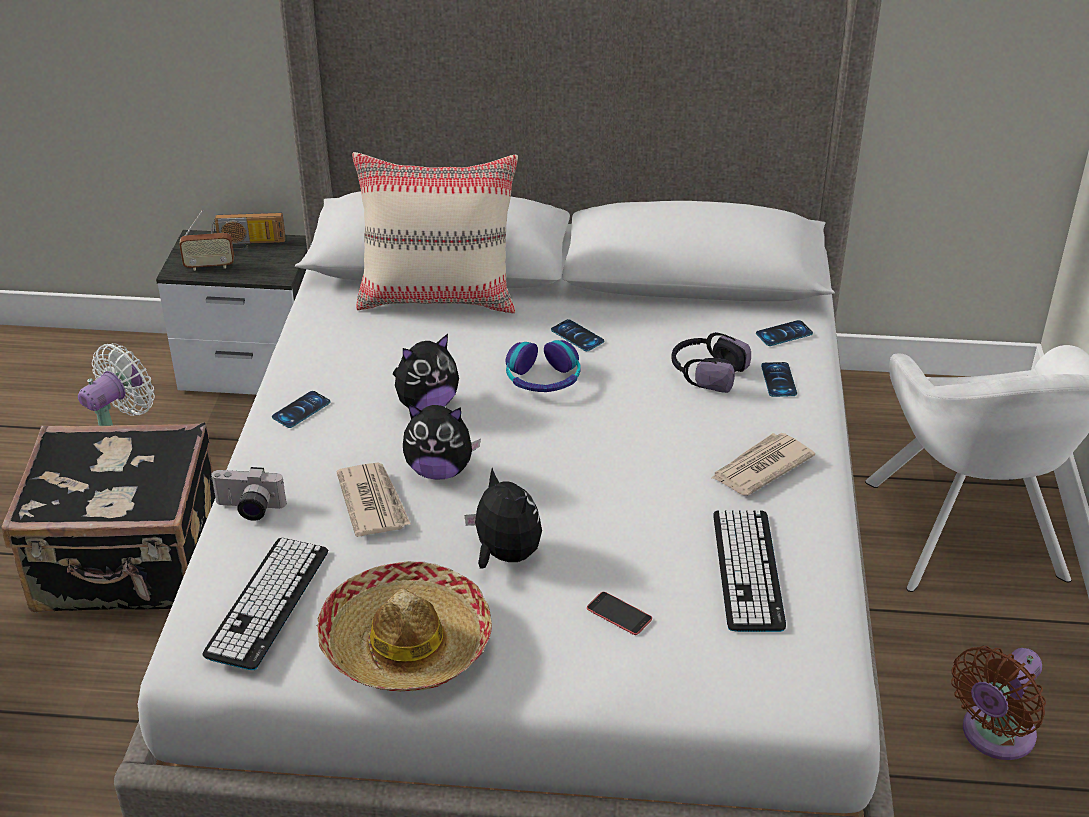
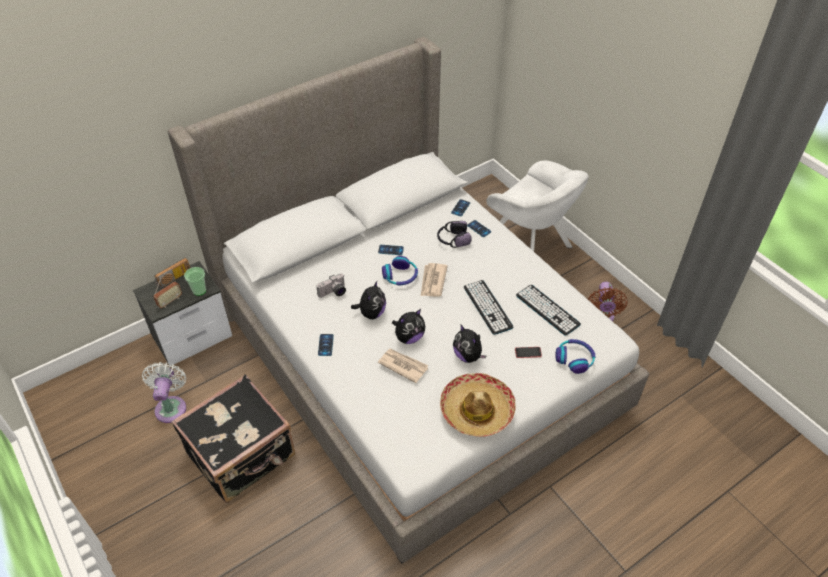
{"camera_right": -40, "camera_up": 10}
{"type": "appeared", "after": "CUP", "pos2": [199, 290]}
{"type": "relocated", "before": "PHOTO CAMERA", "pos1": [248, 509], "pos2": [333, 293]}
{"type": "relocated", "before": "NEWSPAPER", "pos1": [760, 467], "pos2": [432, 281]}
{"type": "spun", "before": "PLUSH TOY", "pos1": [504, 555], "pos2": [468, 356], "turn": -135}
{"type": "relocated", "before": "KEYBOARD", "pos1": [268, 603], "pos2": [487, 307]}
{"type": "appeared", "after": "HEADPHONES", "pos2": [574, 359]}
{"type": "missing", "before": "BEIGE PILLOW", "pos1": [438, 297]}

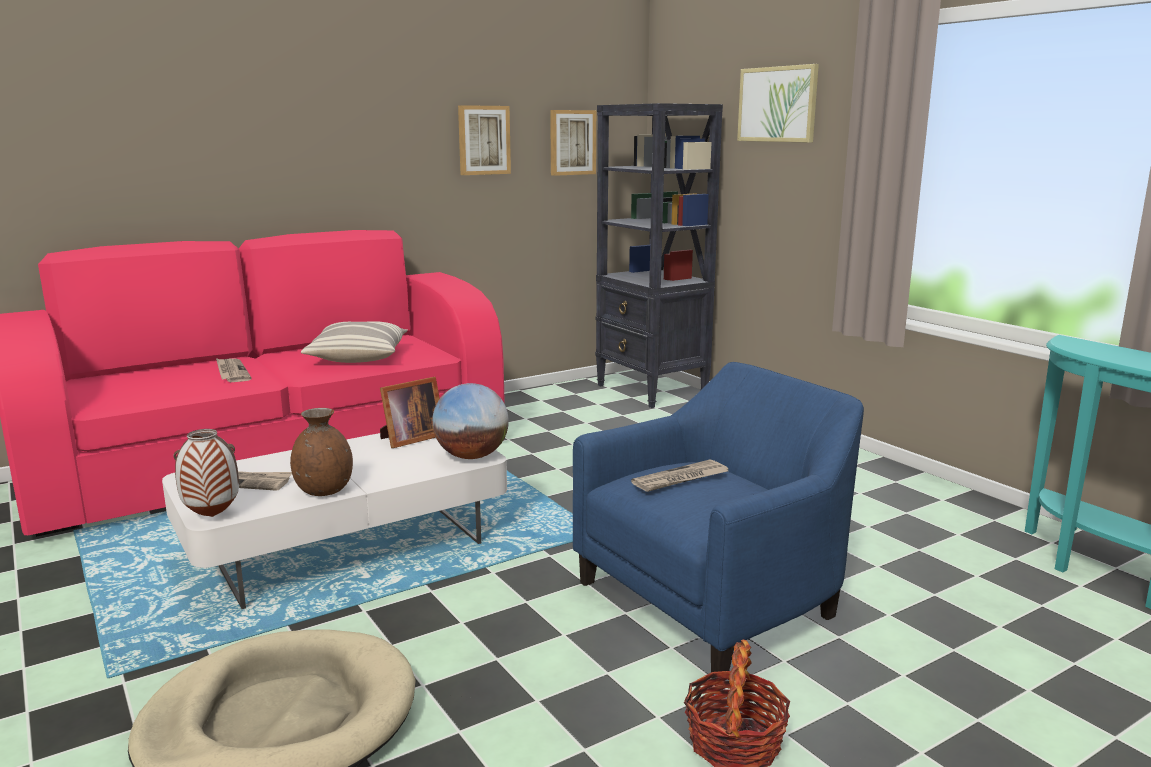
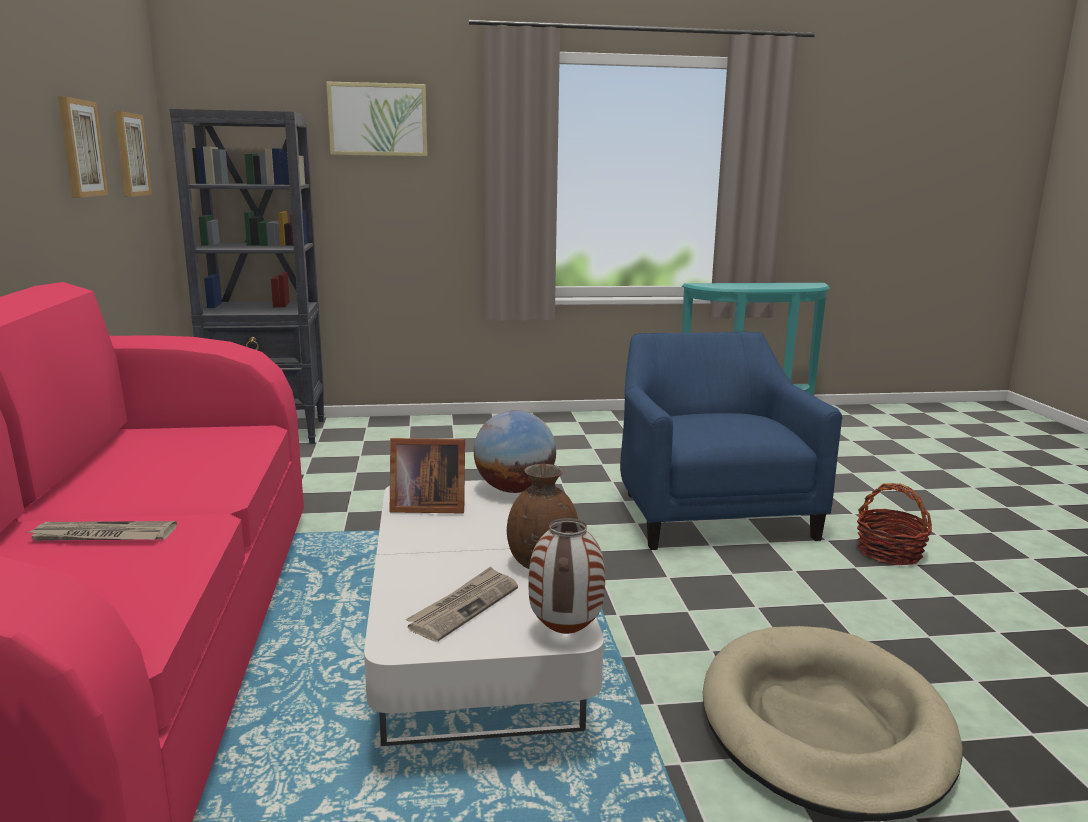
{"camera_right": -65, "camera_up": 0}
{"type": "spun", "before": "PICTURE FRAME", "pos1": [410, 439], "pos2": [425, 506], "turn": 105}
{"type": "missing", "before": "PILLOW", "pos1": [358, 357]}
{"type": "missing", "before": "NEWSPAPER", "pos1": [680, 479]}

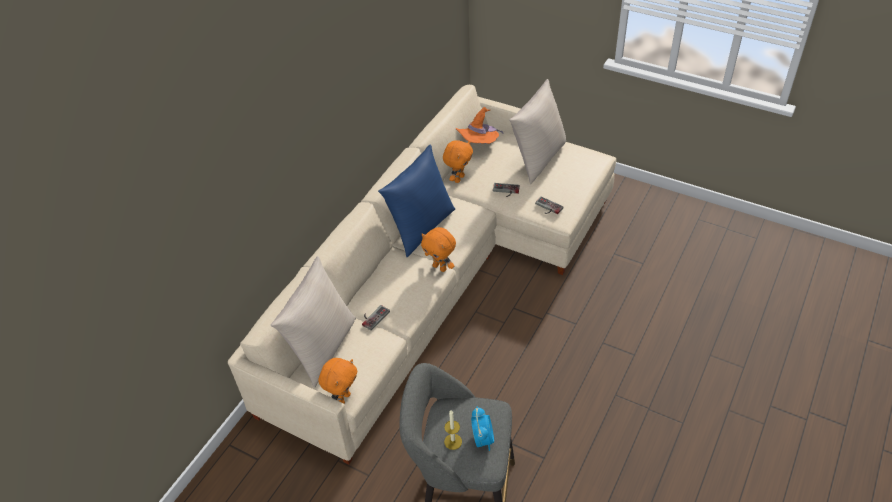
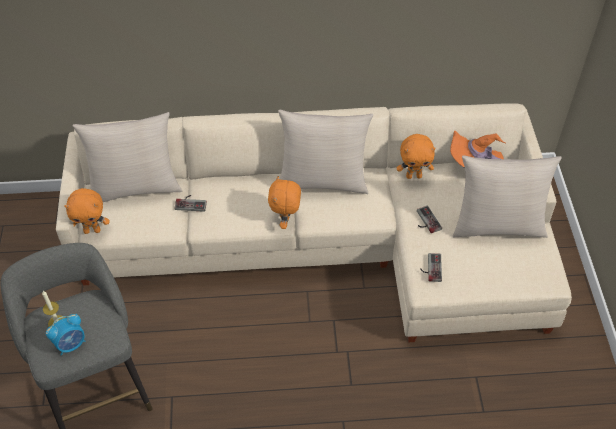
{"camera_right": 55, "camera_up": 5}
{"type": "colour", "before": "BLUE PILLOW", "after": "BEIGE PILLOW", "pos1": [421, 228], "pos2": [323, 181]}

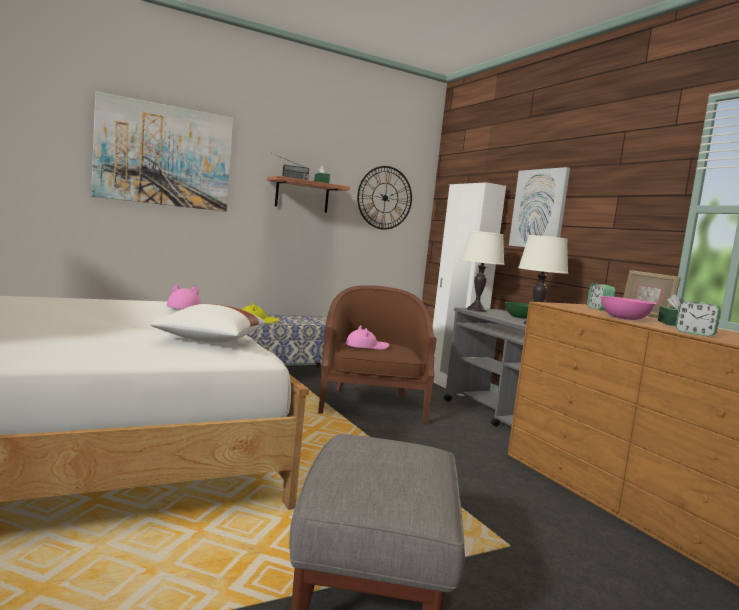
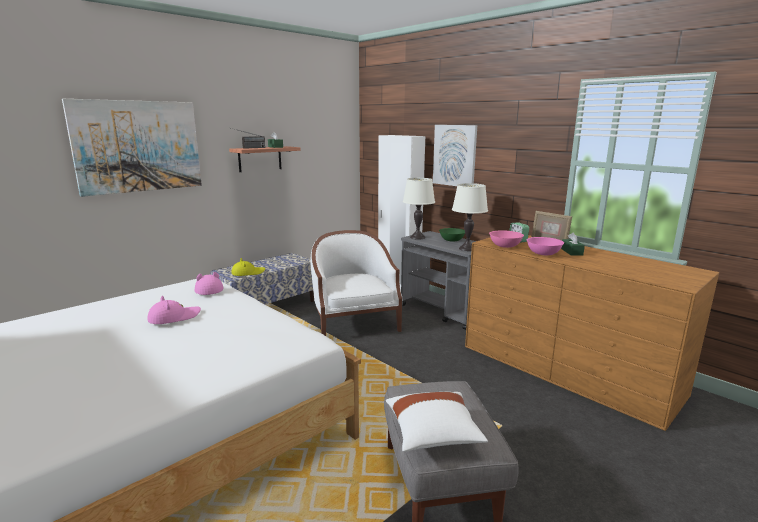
{"camera_right": -15, "camera_up": 10}
{"type": "relocated", "before": "PINK HAT", "pos1": [366, 346], "pos2": [174, 317]}
{"type": "colour", "before": "BROWN ARMCHAIR", "after": "WHITE ARMCHAIR", "pos1": [371, 405], "pos2": [354, 323]}
{"type": "relocated", "before": "WHITE PILLOW", "pos1": [209, 341], "pos2": [433, 434]}
{"type": "appeared", "after": "PINK BOWL", "pos2": [505, 246]}
{"type": "missing", "before": "WALL CLOCK", "pos1": [385, 198]}
{"type": "missing", "before": "ALARM CLOCK", "pos1": [695, 333]}

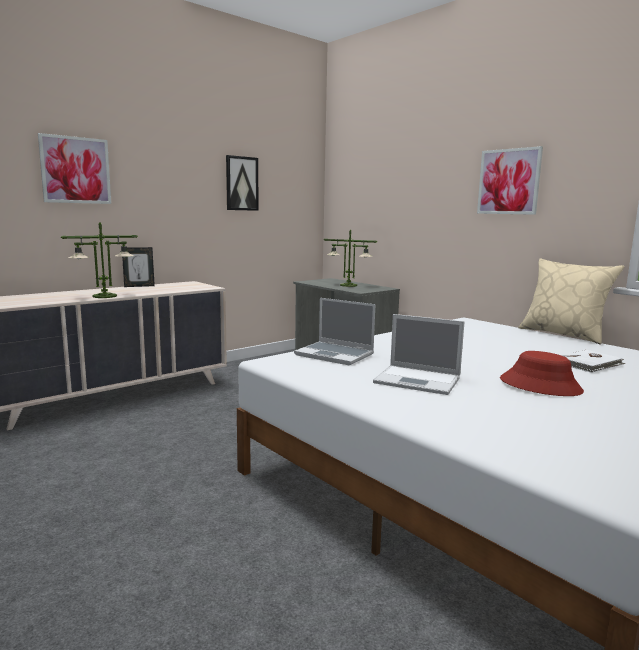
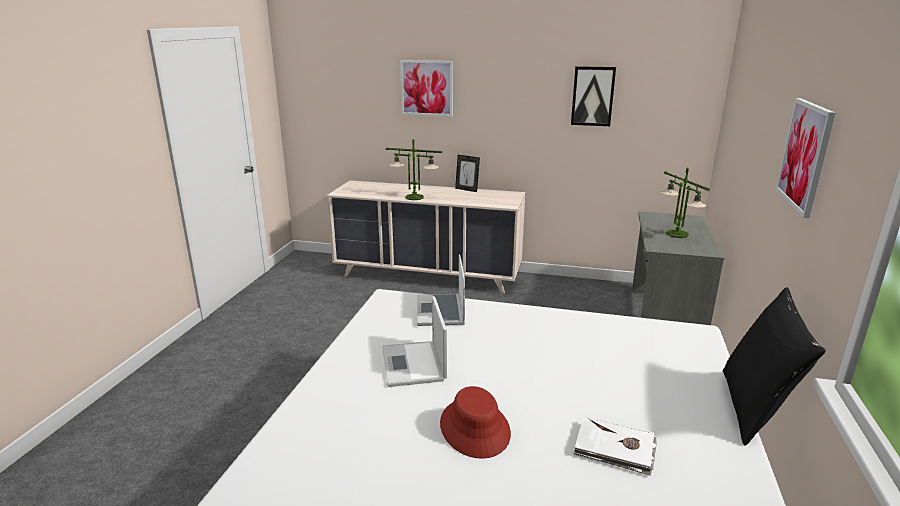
{"camera_right": 55, "camera_up": 10}
{"type": "colour", "before": "BEIGE PILLOW", "after": "BLACK PILLOW", "pos1": [563, 334], "pos2": [755, 408]}

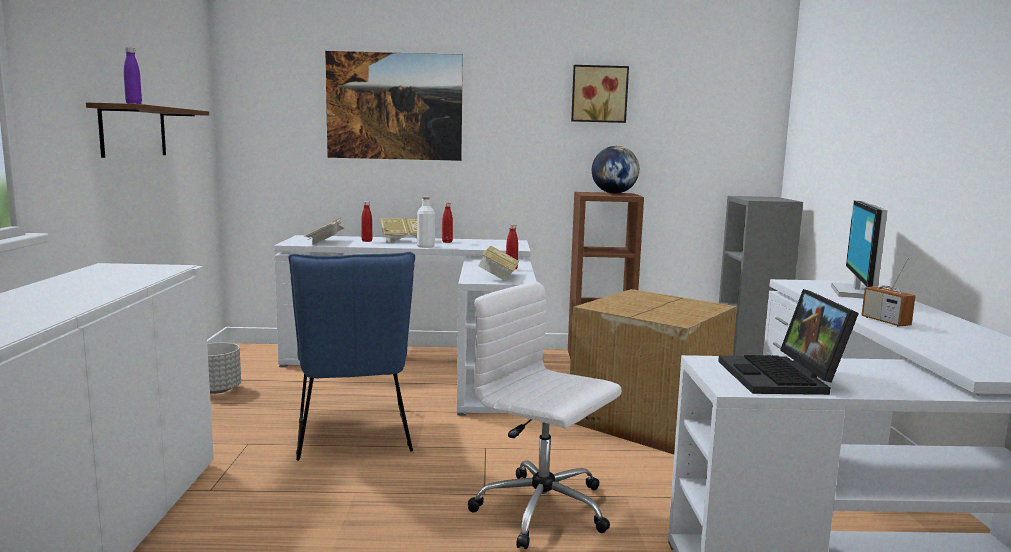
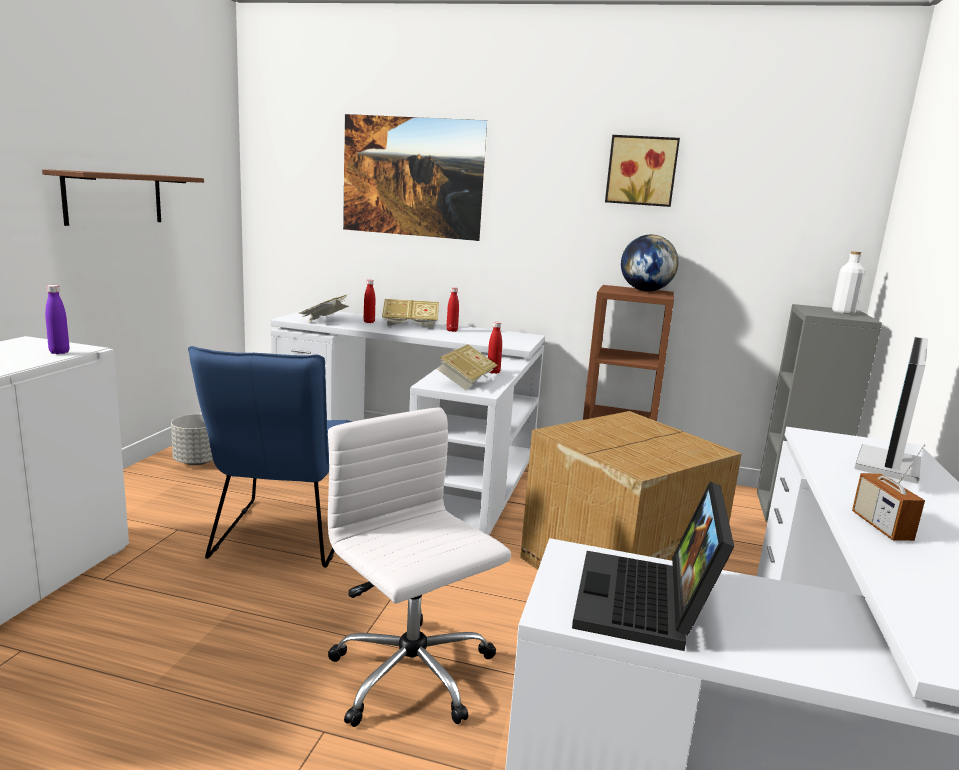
{"camera_right": 15, "camera_up": 5}
{"type": "relocated", "before": "PURPLE BOTTLE", "pos1": [134, 104], "pos2": [59, 352]}
{"type": "relocated", "before": "WHITE BOTTLE", "pos1": [425, 246], "pos2": [843, 312]}

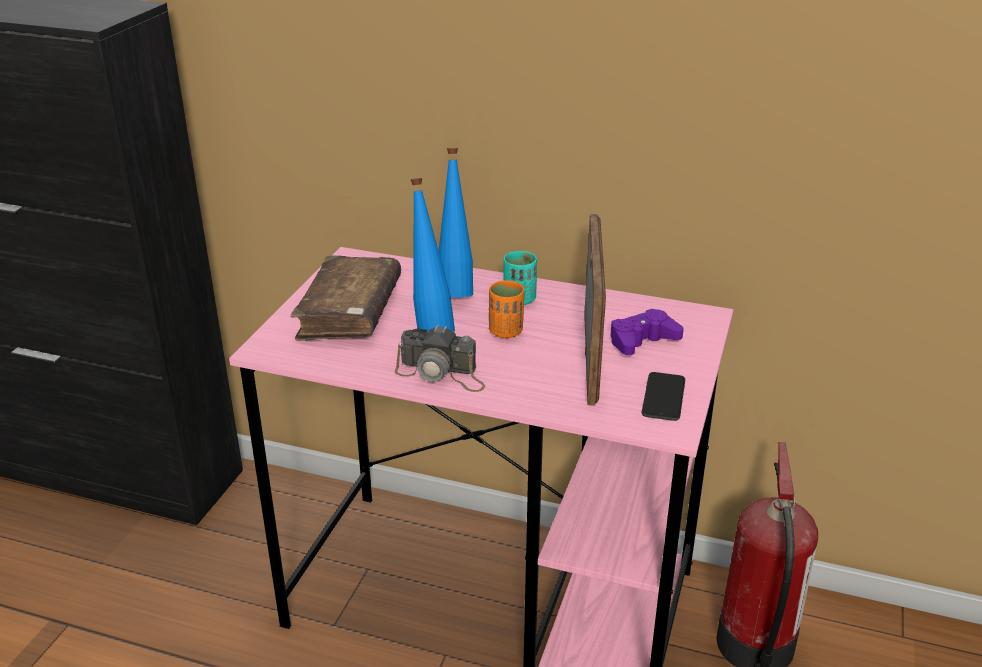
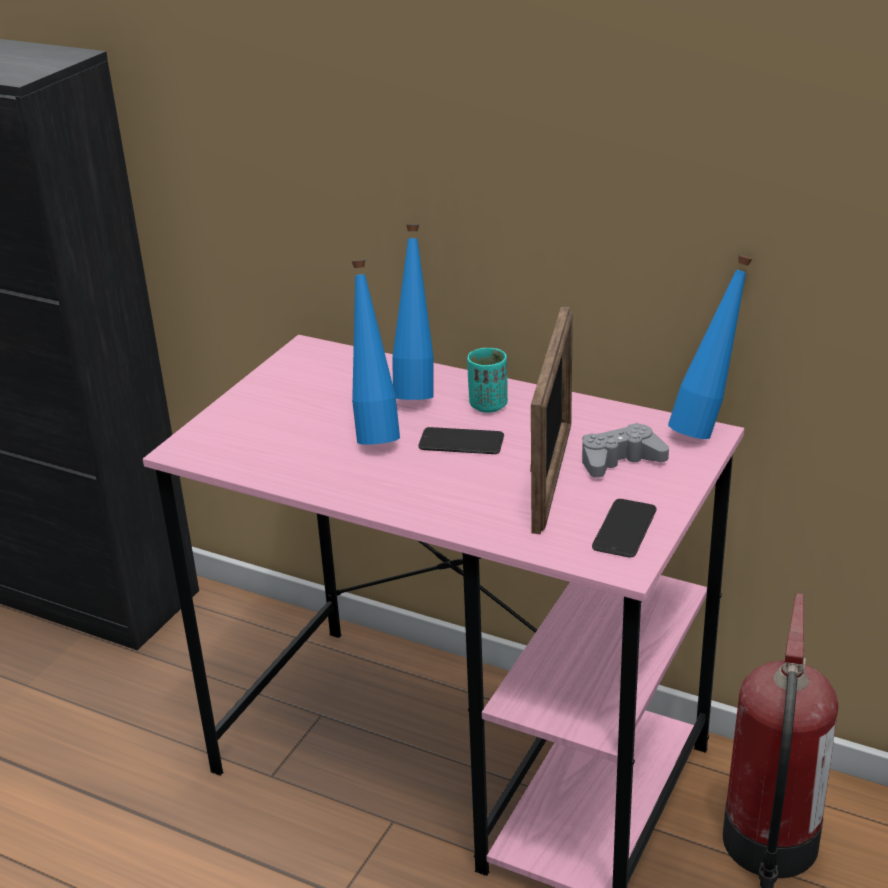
{"camera_right": 10, "camera_up": 0}
{"type": "exchanged", "before": "ORANGE CUP", "after": "PHONE", "pos1": [506, 331], "pos2": [461, 442]}
{"type": "colour", "before": "PURPLE GAME CONTROLLER", "after": "GREY GAME CONTROLLER", "pos1": [642, 340], "pos2": [620, 460]}
{"type": "appeared", "after": "BLUE BOTTLE", "pos2": [706, 428]}
{"type": "missing", "before": "BROWN BOOK", "pos1": [350, 312]}
{"type": "missing", "before": "PHOTO CAMERA", "pos1": [442, 373]}

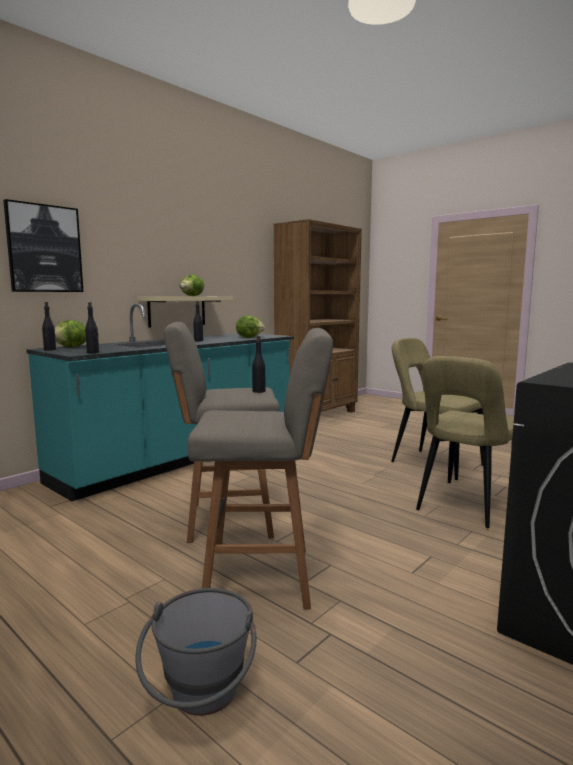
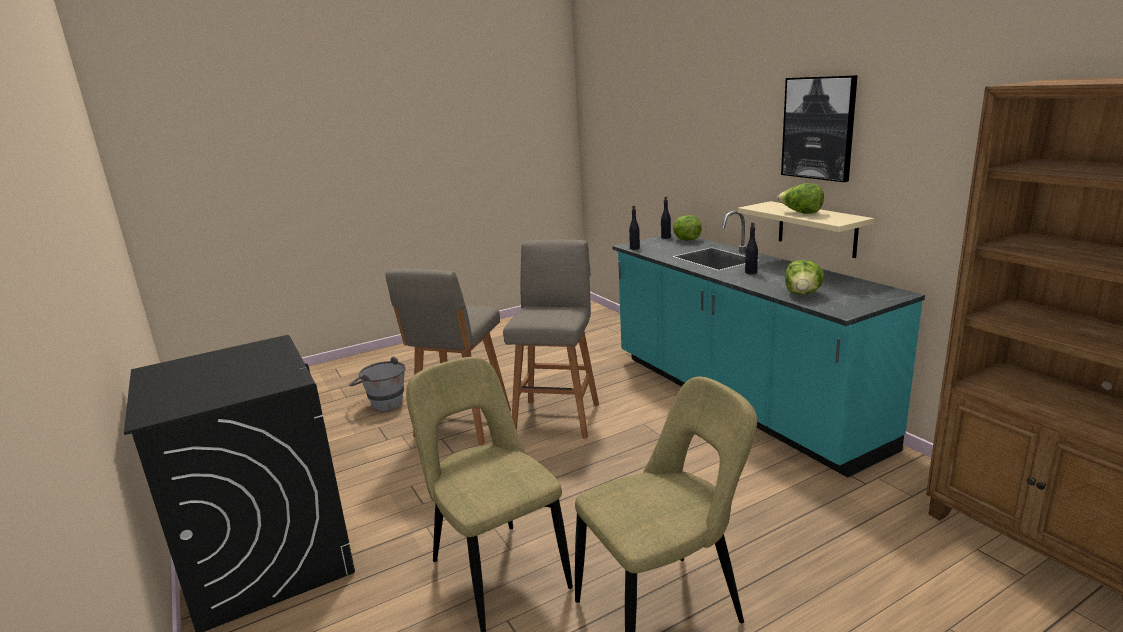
{"camera_right": 110, "camera_up": 10}
{"type": "relocated", "before": "PICTURE", "pos1": [44, 249], "pos2": [818, 128]}
{"type": "missing", "before": "BLACK BOTTLE", "pos1": [258, 391]}

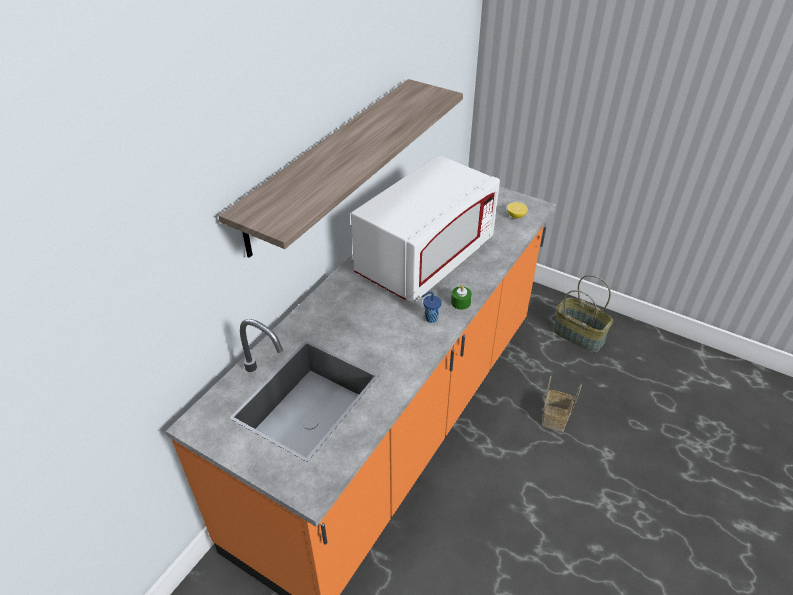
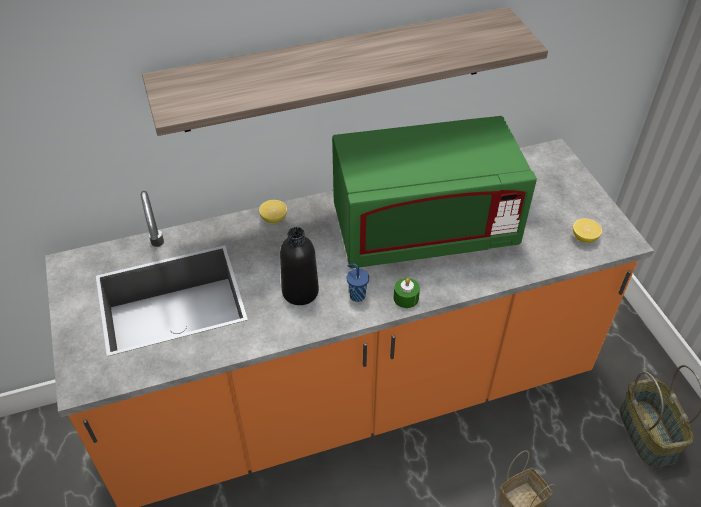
{"camera_right": 40, "camera_up": 5}
{"type": "appeared", "after": "LEMON", "pos2": [274, 218]}
{"type": "appeared", "after": "BLACK BOTTLE", "pos2": [300, 291]}
{"type": "colour", "before": "WHITE MICROWAVE", "after": "GREEN MICROWAVE", "pos1": [425, 259], "pos2": [424, 230]}

